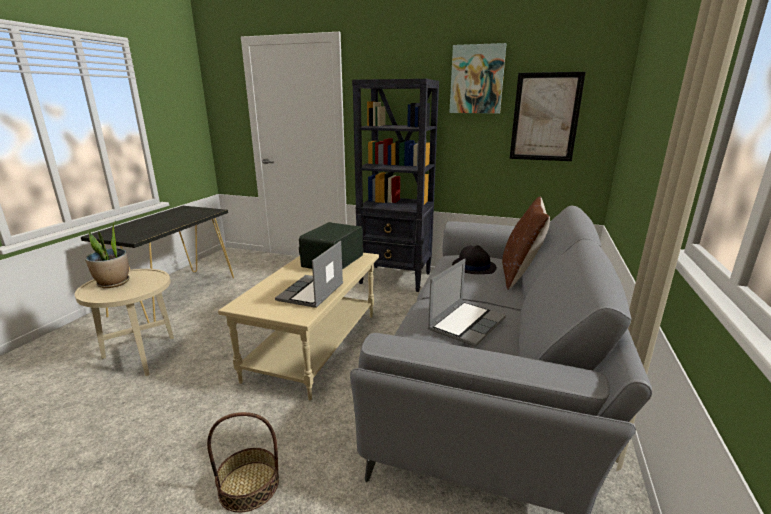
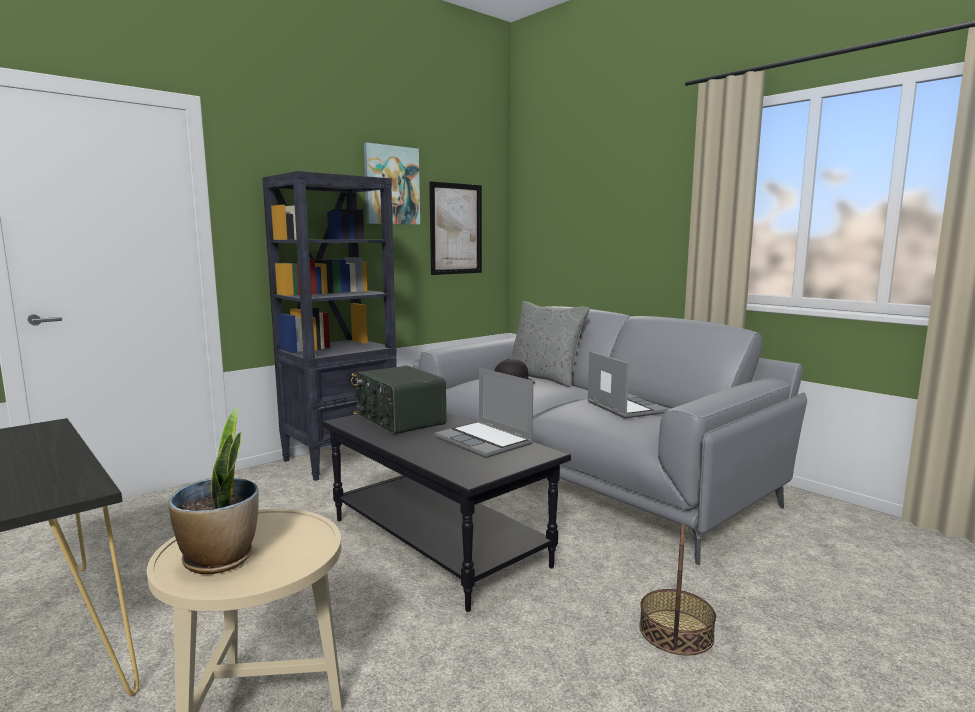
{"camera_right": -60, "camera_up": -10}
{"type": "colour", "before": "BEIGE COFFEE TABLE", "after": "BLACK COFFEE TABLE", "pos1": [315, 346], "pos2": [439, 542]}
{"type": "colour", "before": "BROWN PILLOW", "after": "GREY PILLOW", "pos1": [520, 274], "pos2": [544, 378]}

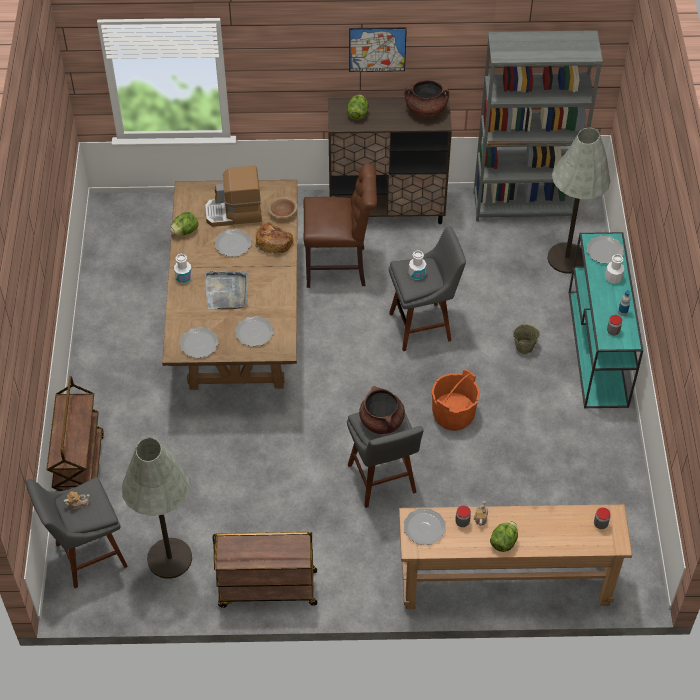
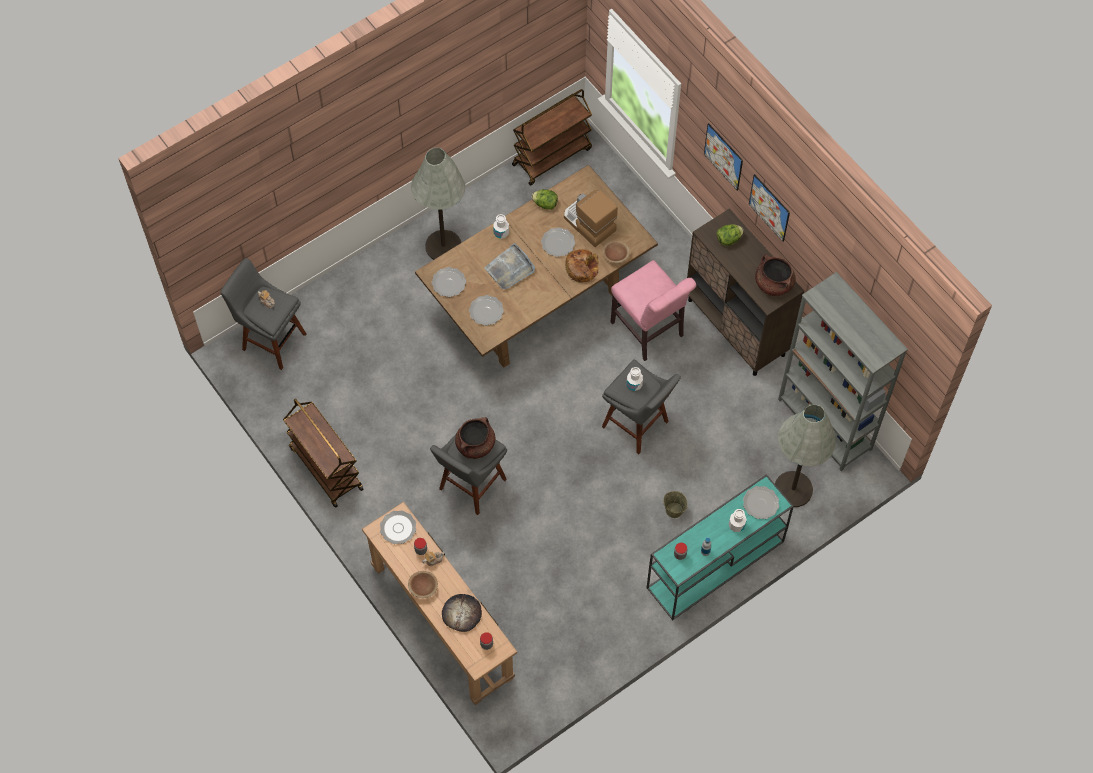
{"camera_right": 55, "camera_up": 10}
{"type": "exchanged", "before": "LETTUCE", "after": "BROWN BOWL", "pos1": [503, 542], "pos2": [423, 587]}
{"type": "relocated", "before": "GREY FLOOR LAMP", "pos1": [169, 558], "pos2": [443, 246]}
{"type": "appeared", "after": "BREAD", "pos2": [462, 613]}
{"type": "relocated", "before": "BROWN CART", "pos1": [80, 471], "pos2": [552, 156]}
{"type": "colour", "before": "BROWN CHAIR", "after": "PINK CHAIR", "pos1": [340, 267], "pos2": [649, 332]}
{"type": "appeared", "after": "PICTURE", "pos2": [723, 156]}
{"type": "missing", "before": "ORANGE BUCKET", "pos1": [453, 414]}

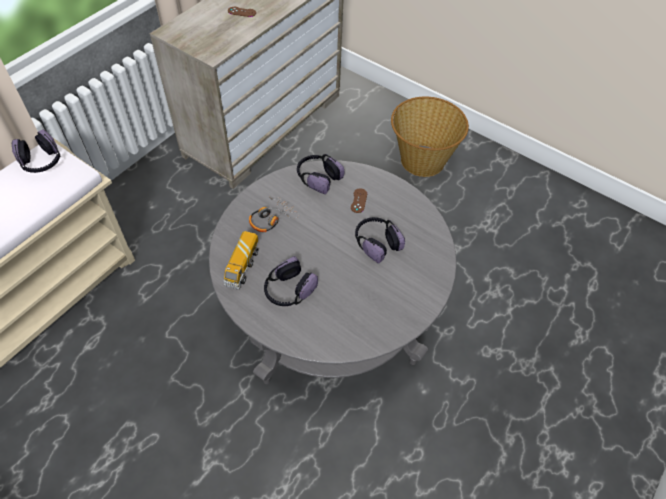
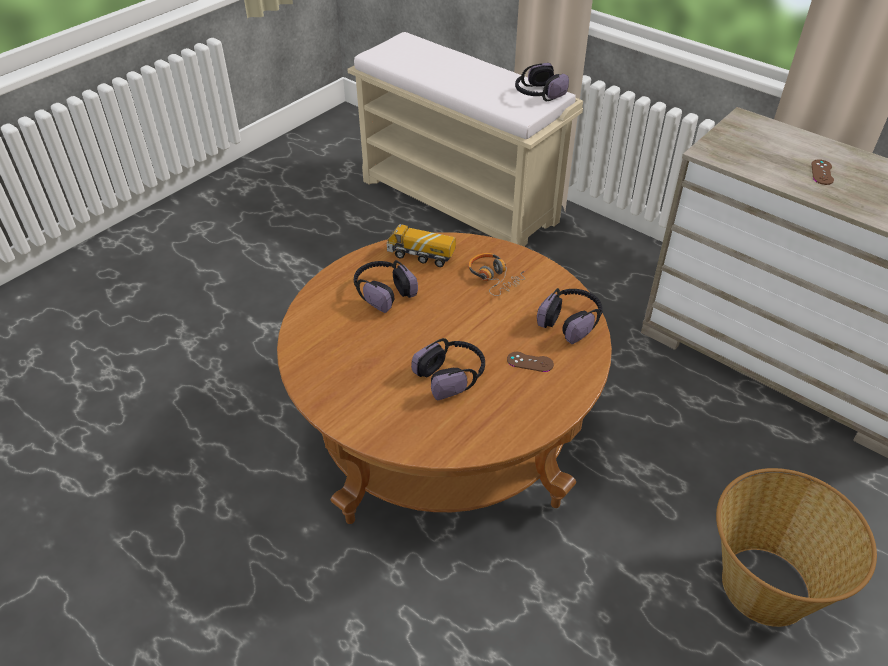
{"camera_right": 95, "camera_up": -10}
{"type": "colour", "before": "GREY COFFEE TABLE", "after": "BROWN COFFEE TABLE", "pos1": [331, 308], "pos2": [444, 432]}

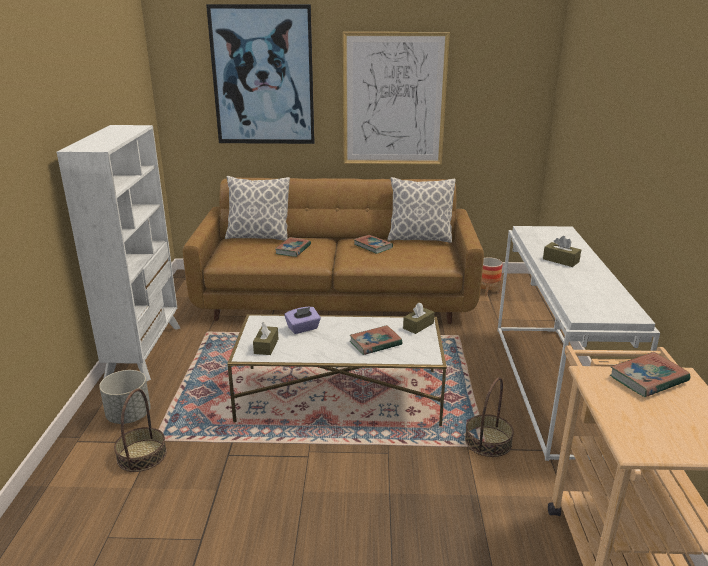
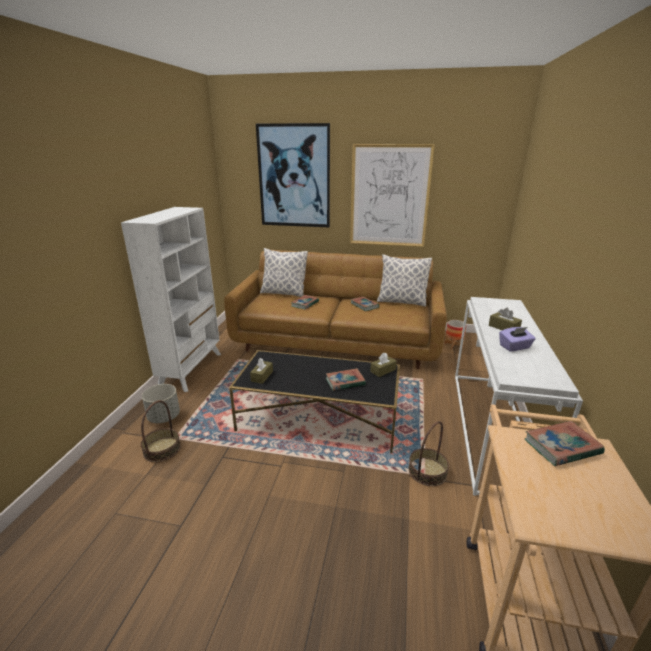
{"camera_right": 10, "camera_up": 0}
{"type": "colour", "before": "WHITE COFFEE TABLE", "after": "BLACK COFFEE TABLE", "pos1": [339, 395], "pos2": [319, 418]}
{"type": "relocated", "before": "PURPLE TISSUE BOX", "pos1": [303, 328], "pos2": [515, 347]}

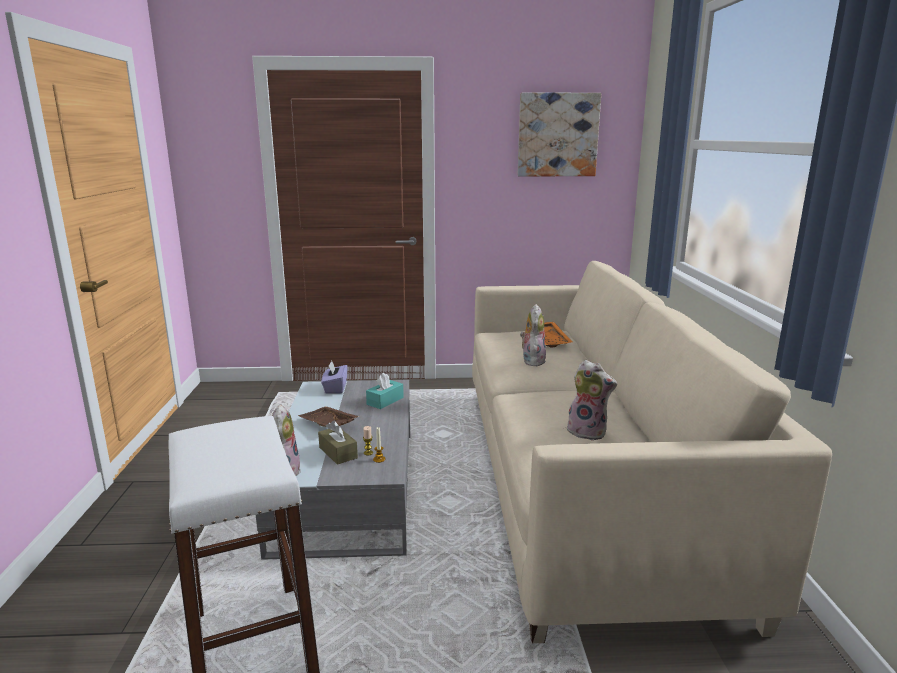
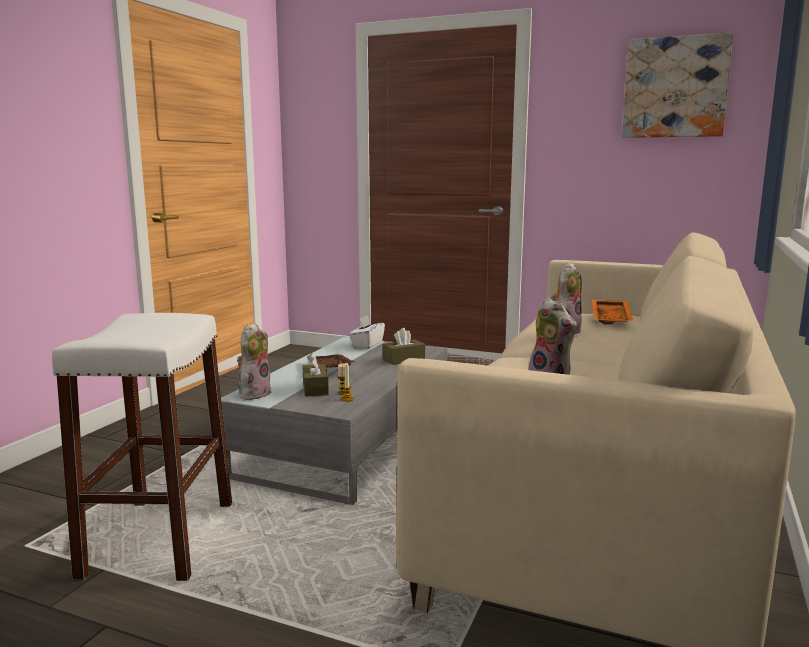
{"camera_right": 25, "camera_up": -5}
{"type": "colour", "before": "PURPLE TISSUE BOX", "after": "WHITE TISSUE BOX", "pos1": [335, 388], "pos2": [367, 345]}
{"type": "colour", "before": "TURQUOISE TISSUE BOX", "after": "BROWN TISSUE BOX", "pos1": [385, 401], "pos2": [403, 359]}

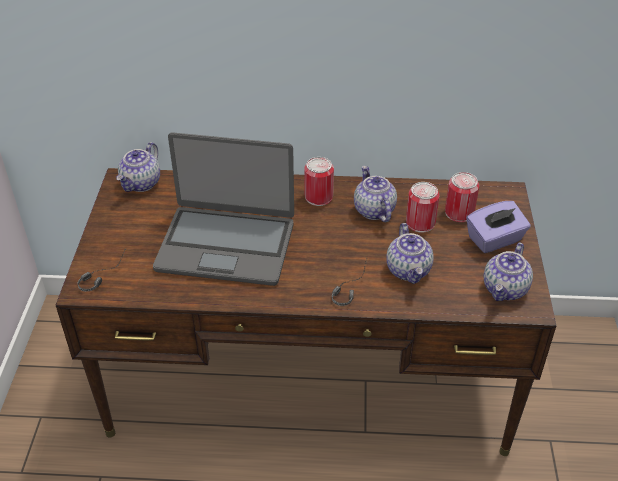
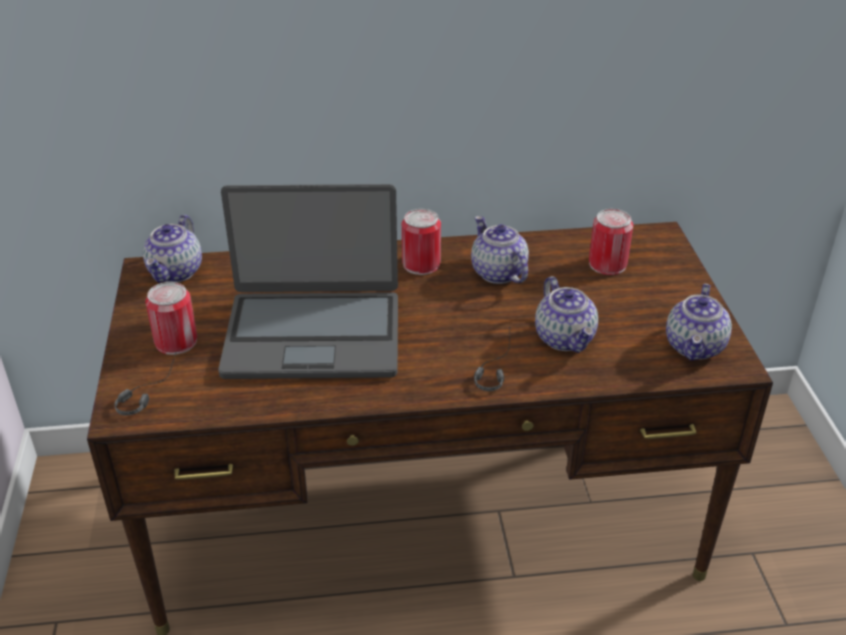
{"camera_right": -10, "camera_up": -5}
{"type": "relocated", "before": "CAN", "pos1": [420, 223], "pos2": [176, 341]}
{"type": "missing", "before": "PURPLE TISSUE BOX", "pos1": [495, 240]}

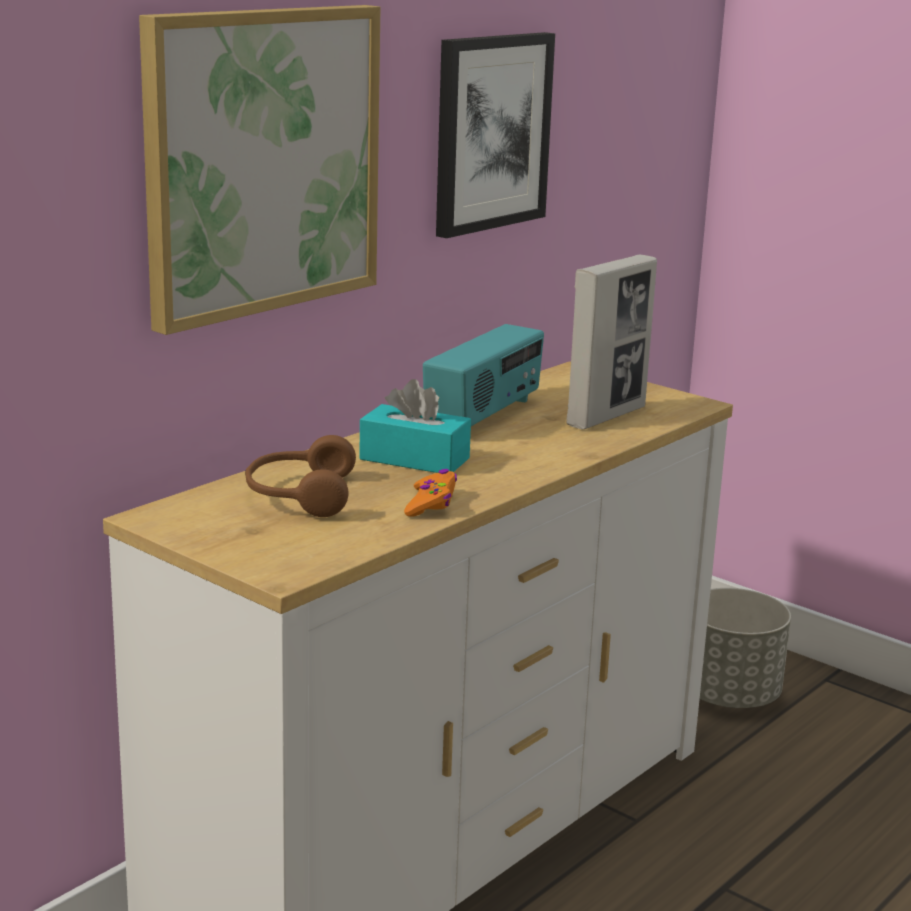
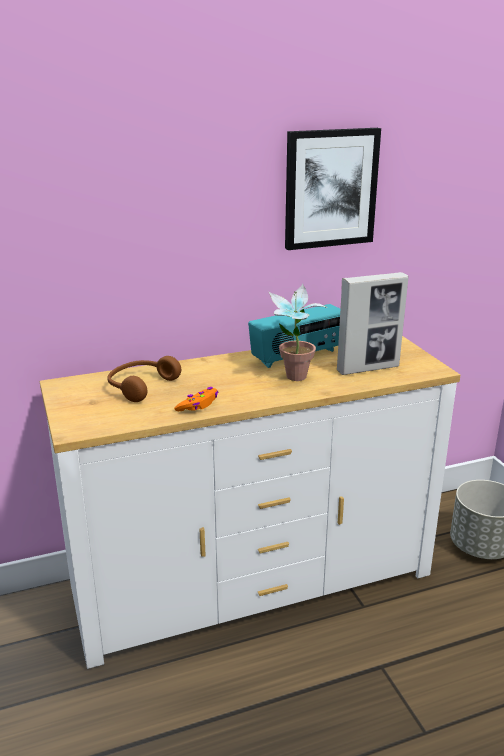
{"camera_right": 30, "camera_up": 5}
{"type": "appeared", "after": "POTTED PLANT", "pos2": [293, 380]}
{"type": "missing", "before": "PICTURE", "pos1": [262, 161]}
{"type": "missing", "before": "TURQUOISE TISSUE BOX", "pos1": [414, 459]}

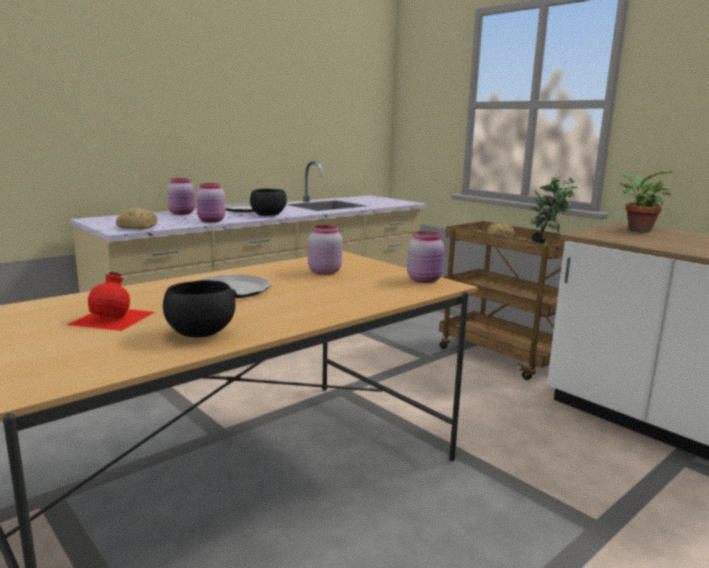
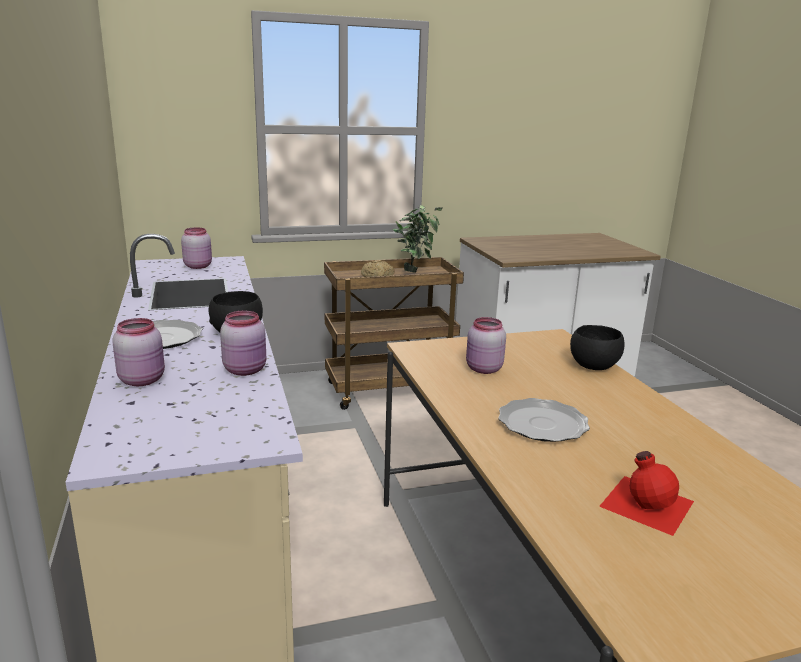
{"camera_right": -65, "camera_up": 5}
{"type": "relocated", "before": "PINK JAR", "pos1": [425, 280], "pos2": [198, 266]}
{"type": "relocated", "before": "BLACK BOWL", "pos1": [199, 333], "pos2": [594, 366]}
{"type": "missing", "before": "BREAD", "pos1": [137, 227]}
{"type": "missing", "before": "POTTED PLANT", "pos1": [636, 229]}

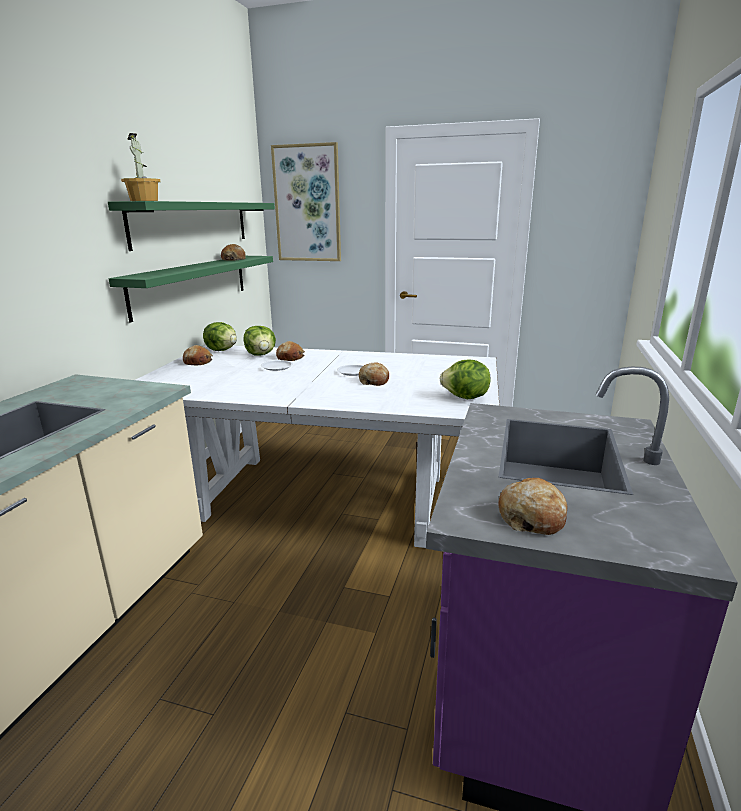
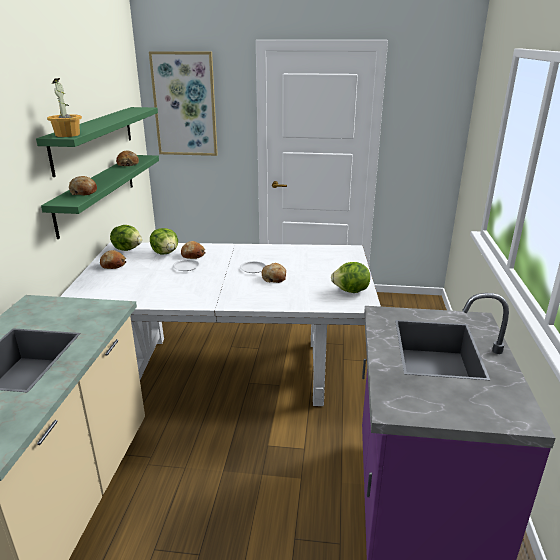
{"camera_right": -10, "camera_up": 5}
{"type": "relocated", "before": "BREAD", "pos1": [531, 517], "pos2": [83, 192]}

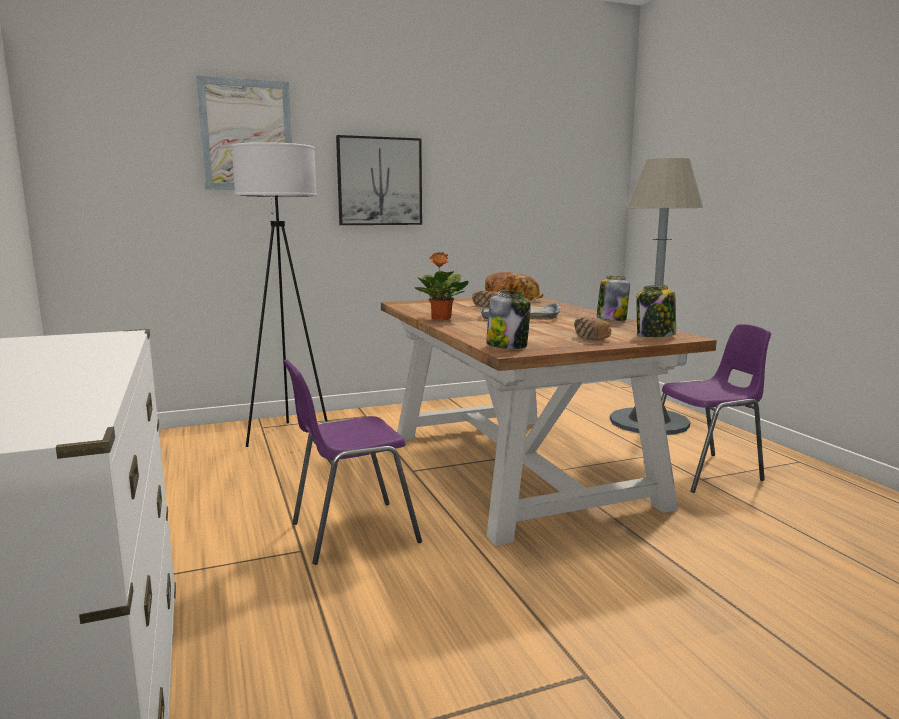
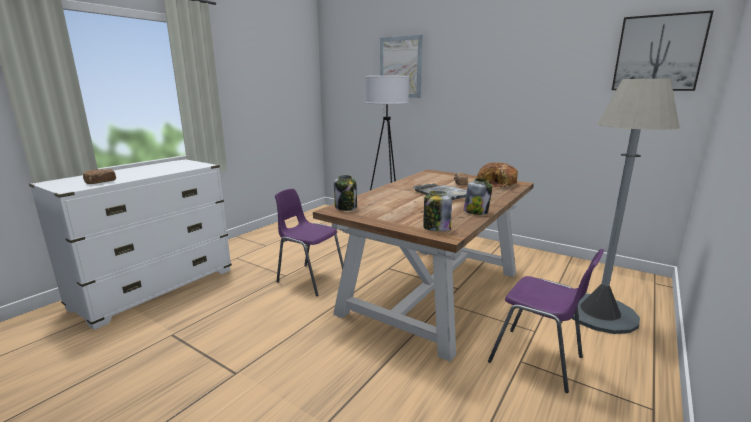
{"camera_right": 55, "camera_up": 5}
{"type": "relocated", "before": "BREAD", "pos1": [590, 338], "pos2": [101, 183]}
{"type": "relocated", "before": "PICTURE", "pos1": [379, 181], "pos2": [658, 53]}
{"type": "missing", "before": "POTTED PLANT", "pos1": [441, 318]}

